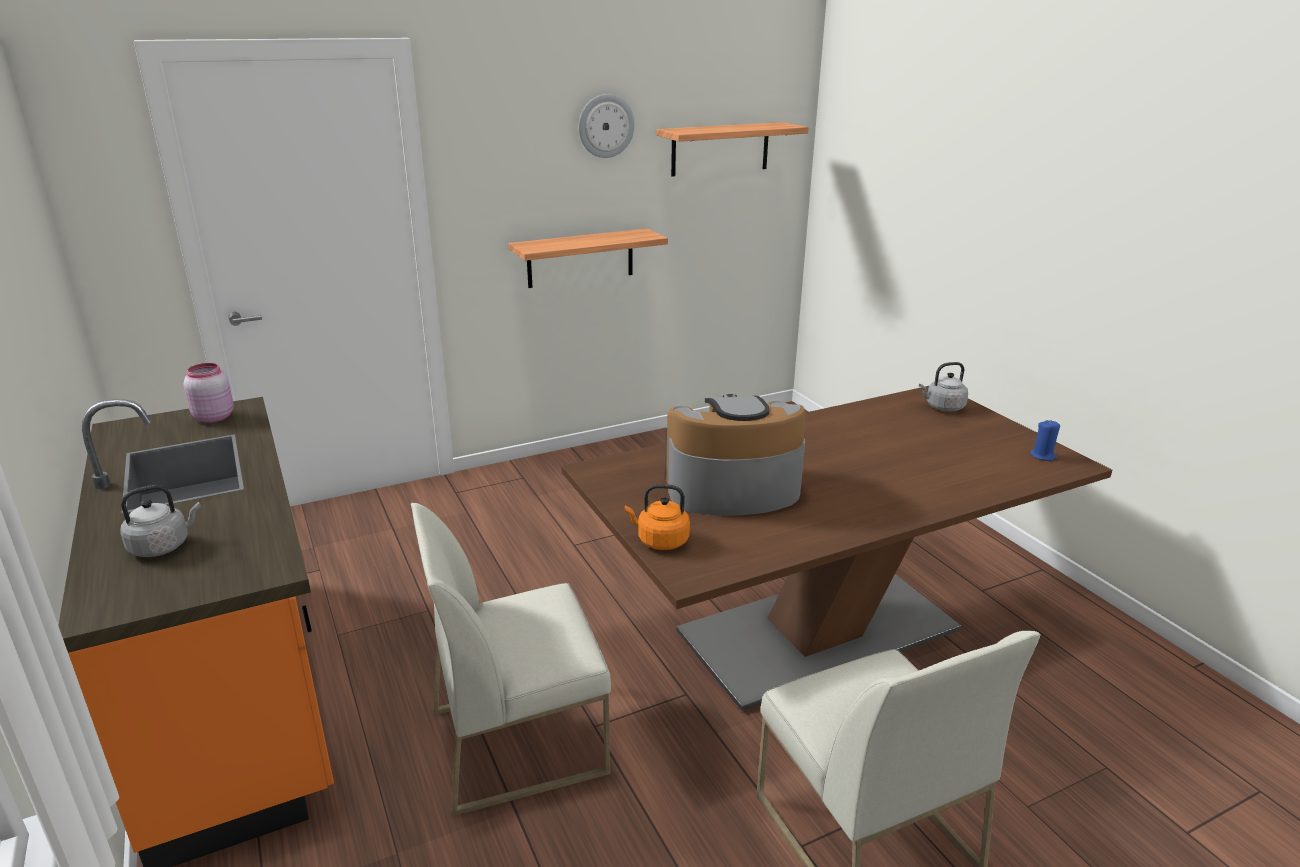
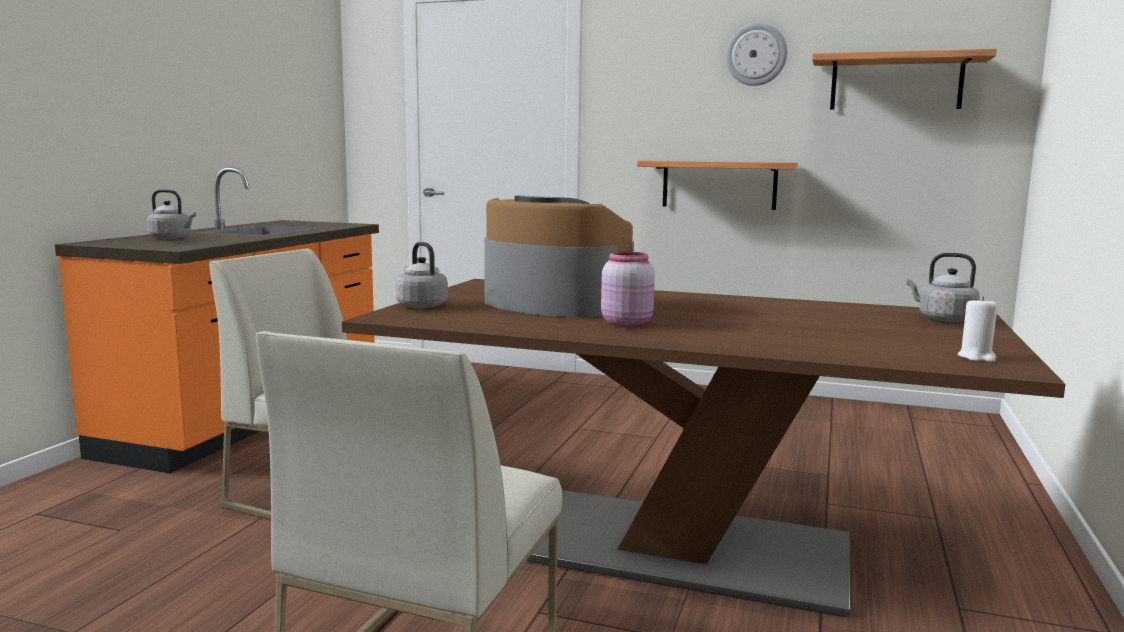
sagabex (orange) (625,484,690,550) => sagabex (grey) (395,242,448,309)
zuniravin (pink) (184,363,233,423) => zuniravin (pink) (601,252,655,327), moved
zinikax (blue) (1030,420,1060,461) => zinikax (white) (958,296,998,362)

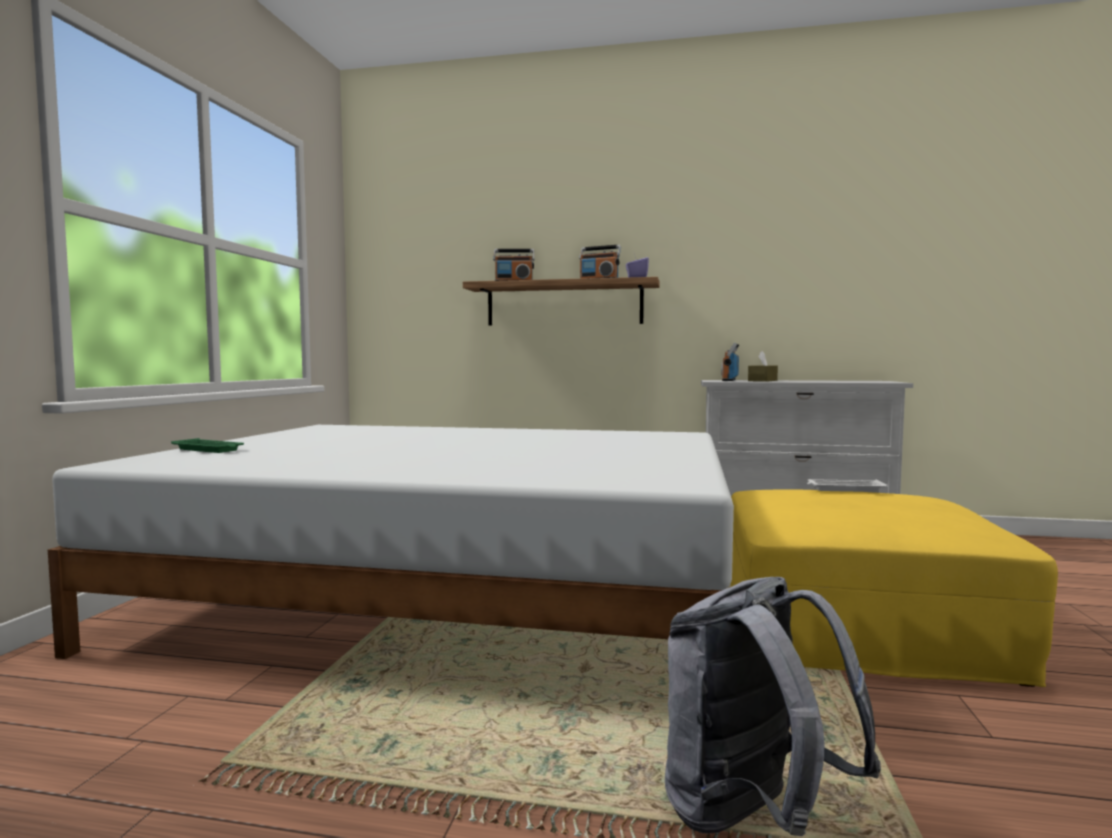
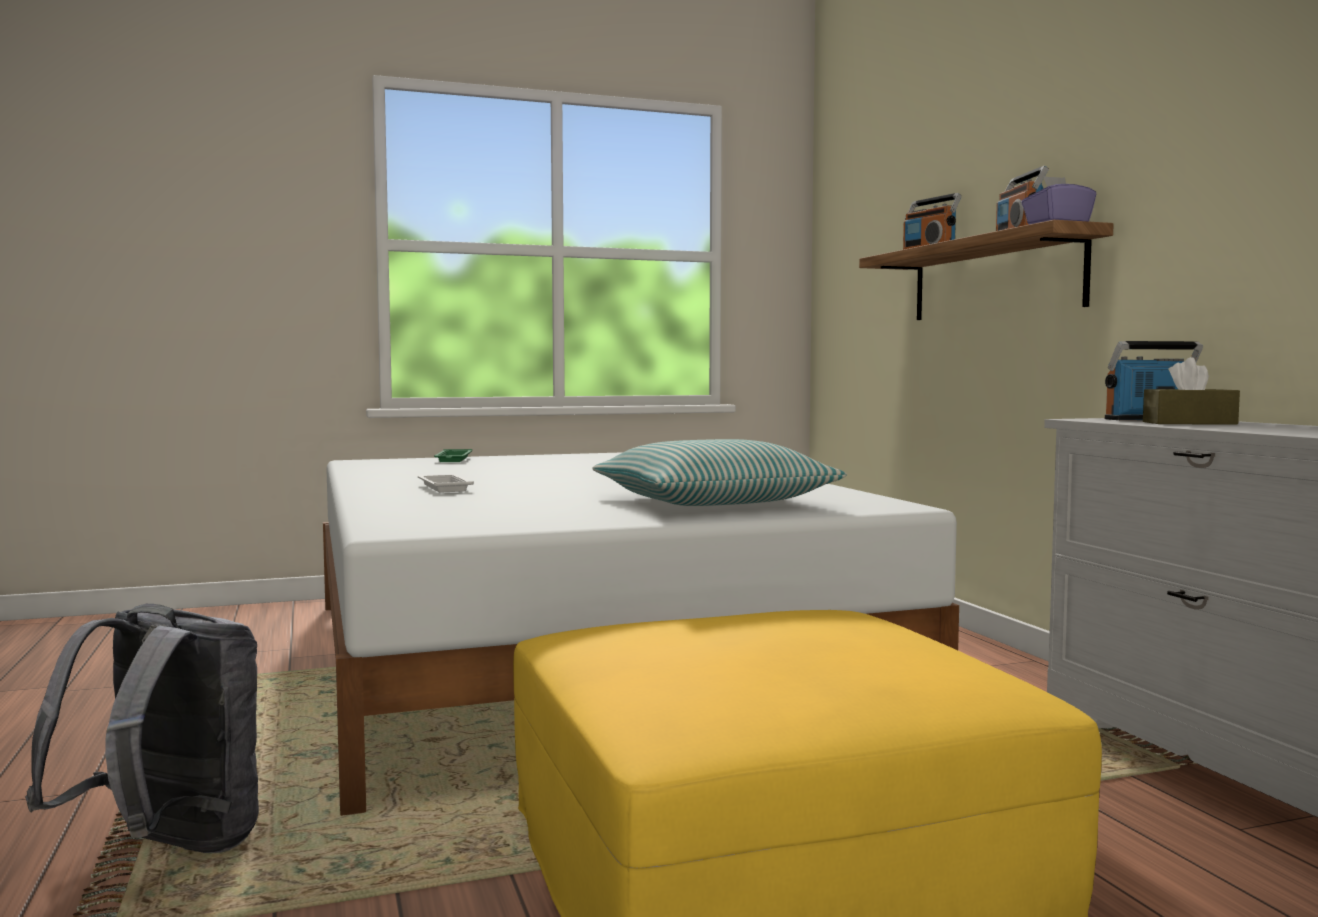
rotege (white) (807,479,888,492) => rotege (white) (418,474,474,492), moved
nothing => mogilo (592,439,847,506)

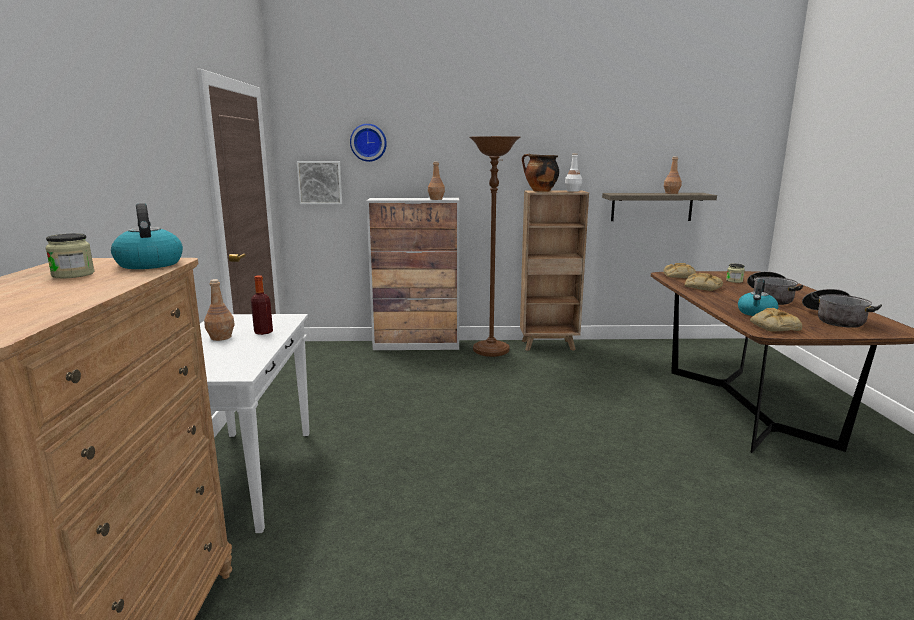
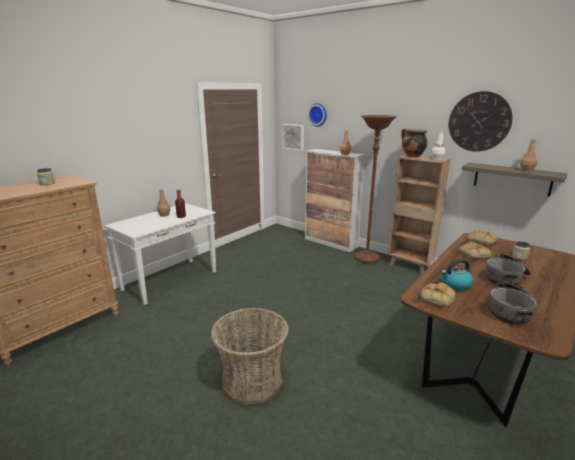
nothing => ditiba (211,308,289,405)
nothing => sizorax (449,91,513,152)
sagabex (111,203,183,269) => nothing

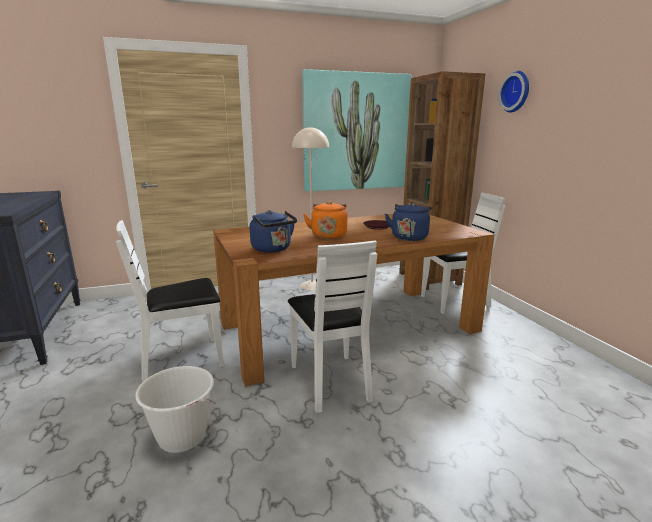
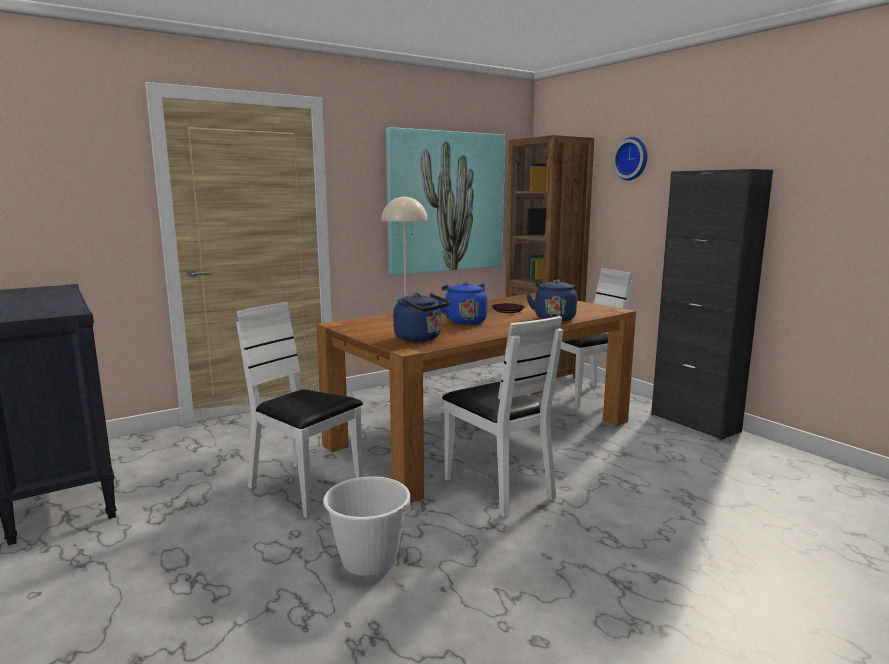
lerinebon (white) (116,220,224,382) => lerinebon (white) (236,302,363,518), 75 degrees clockwise
sagabex (orange) (303,201,347,239) => sagabex (blue) (437,282,487,325)
nothing => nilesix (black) (651,169,773,440)

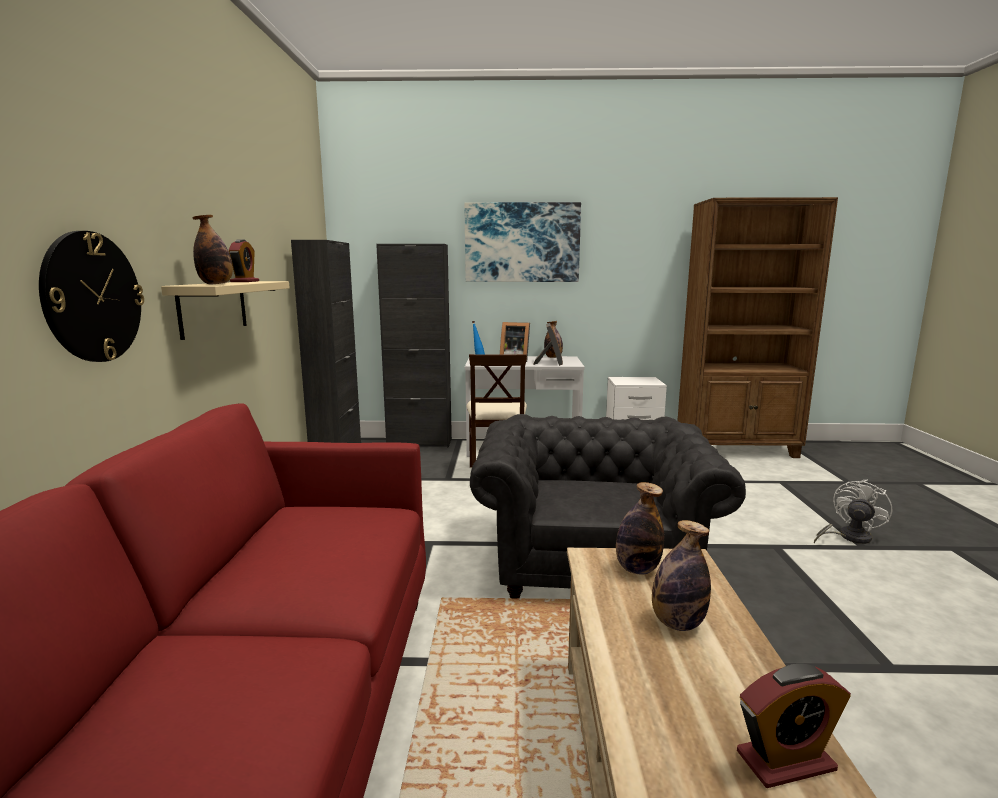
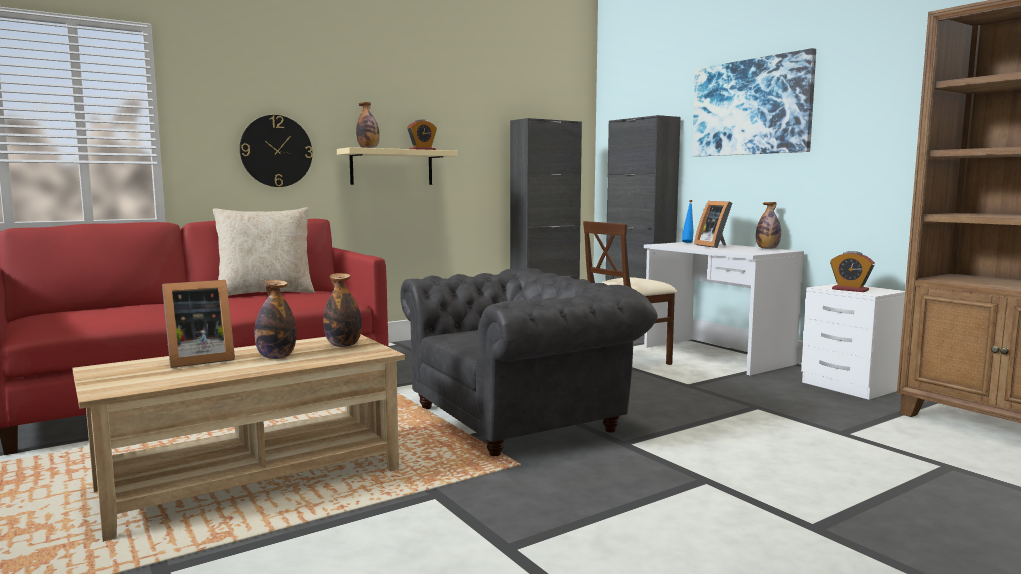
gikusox (533,323,563,366) => gikusox (162,280,235,368), moved
nothing => mogilo (beige) (213,207,315,296)
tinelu (737,664,851,788) => tinelu (830,251,875,292), moved
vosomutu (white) (814,479,892,544) => nothing

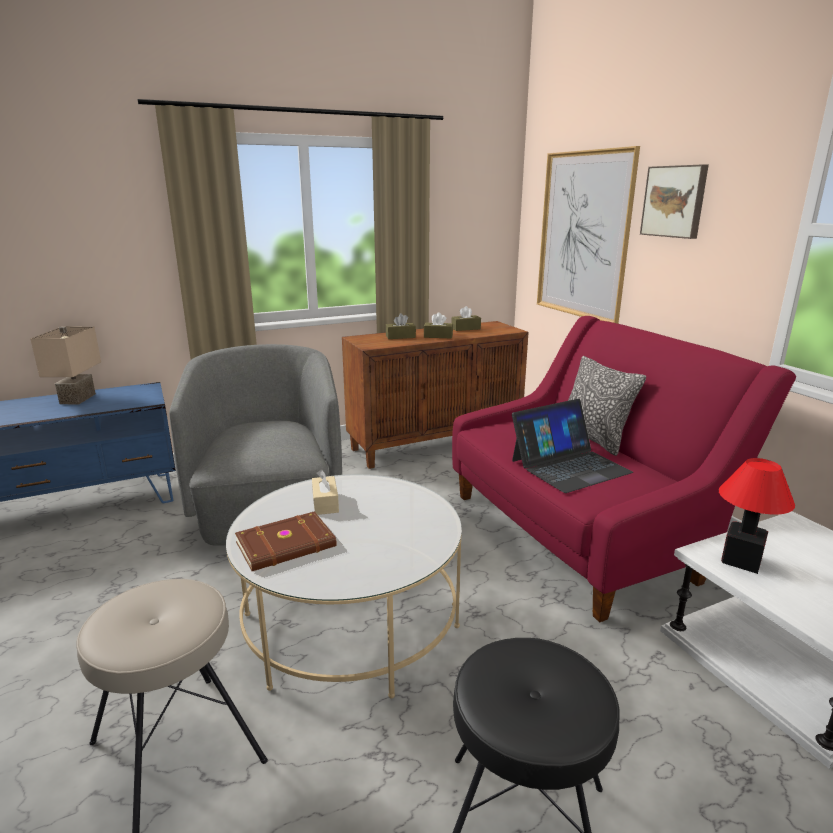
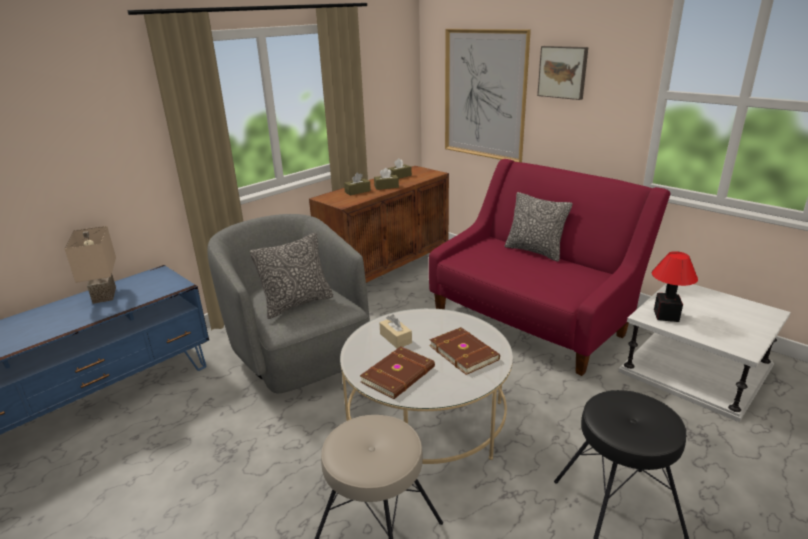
nothing => mogilo (250,233,333,319)
nothing => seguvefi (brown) (430,327,500,375)
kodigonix (512,399,633,493) => nothing

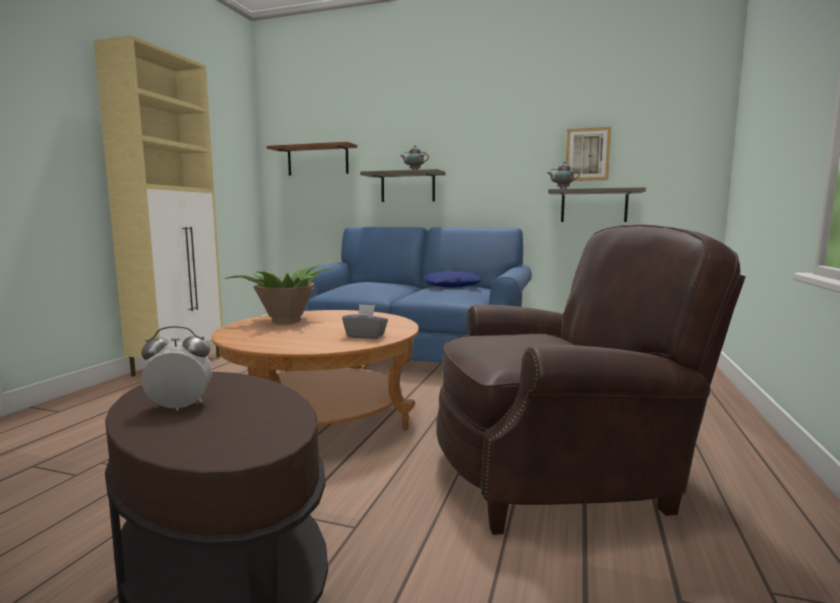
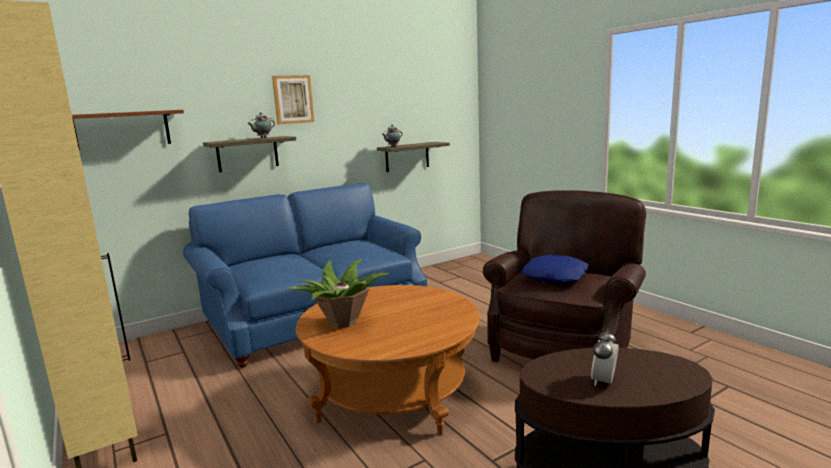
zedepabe (566,127,611,181) => zedepabe (272,75,314,124), moved
mogilo (blue) (424,270,481,288) => mogilo (blue) (521,255,588,283), moved
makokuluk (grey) (342,304,388,339) => nothing

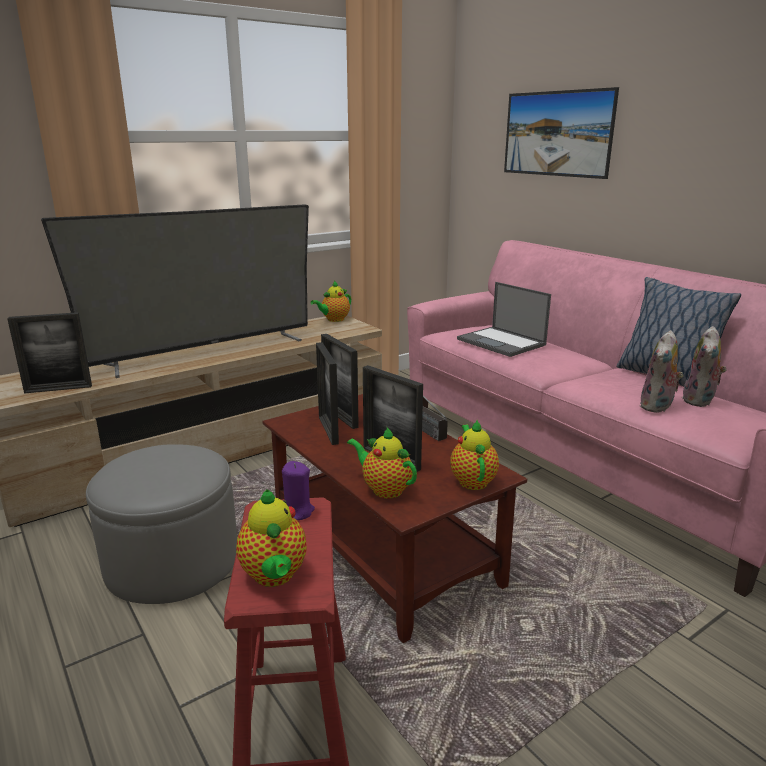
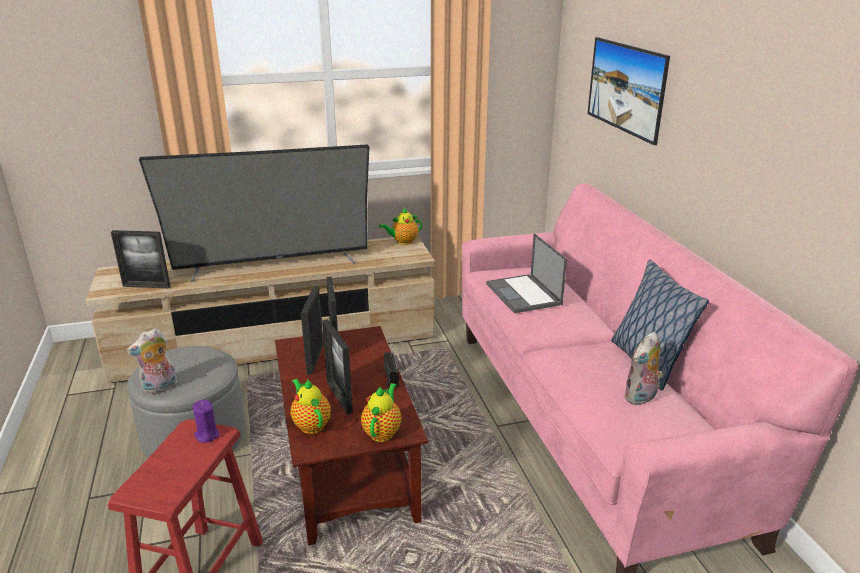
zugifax (640,330,683,413) => zugifax (127,328,177,394), moved
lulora (236,489,307,587) => nothing

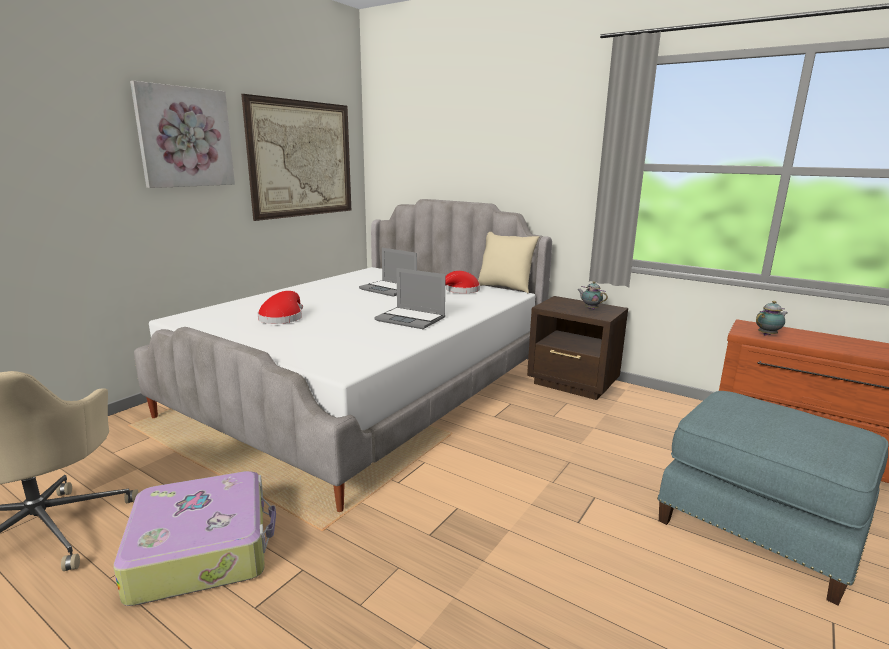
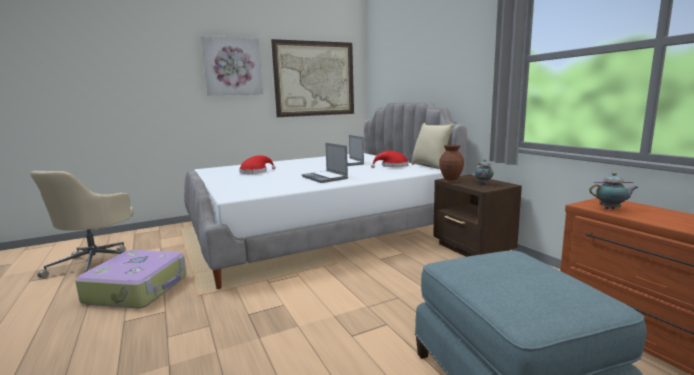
nothing => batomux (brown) (439,145,464,182)

